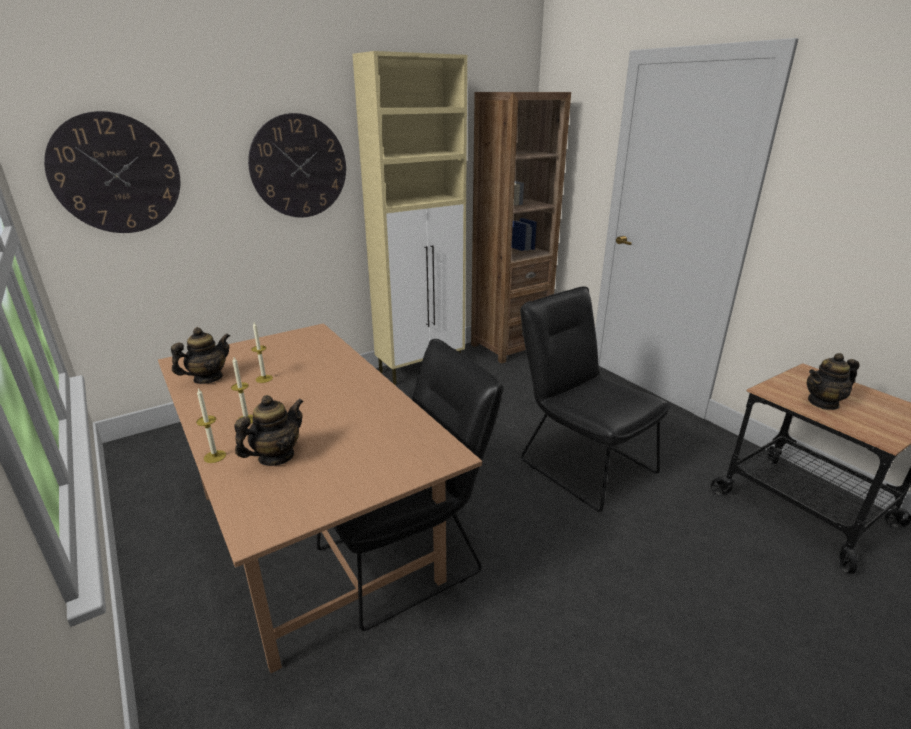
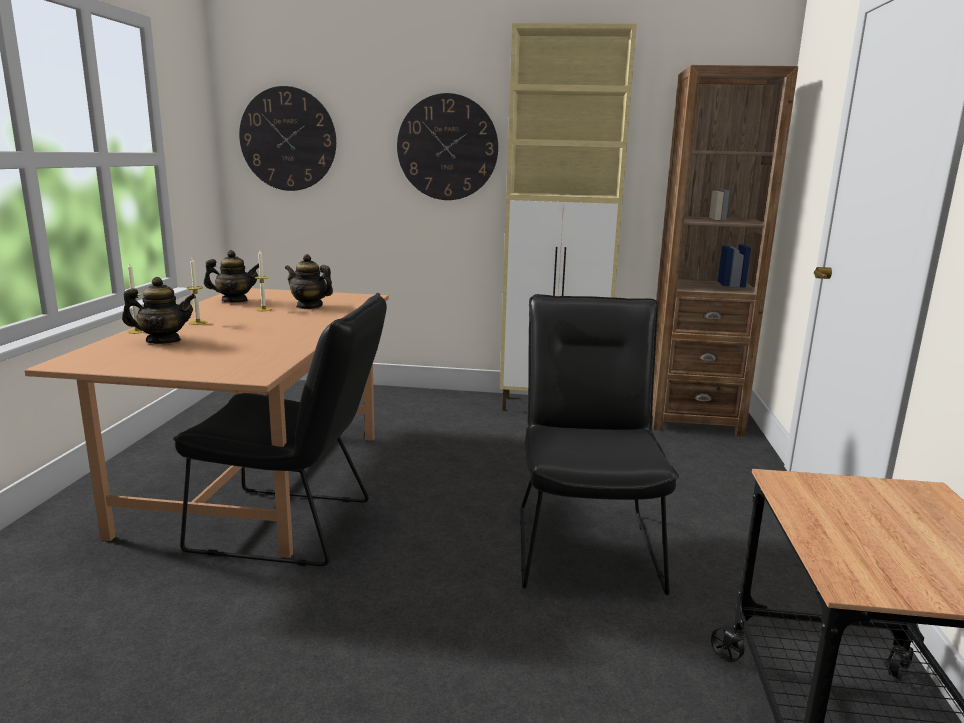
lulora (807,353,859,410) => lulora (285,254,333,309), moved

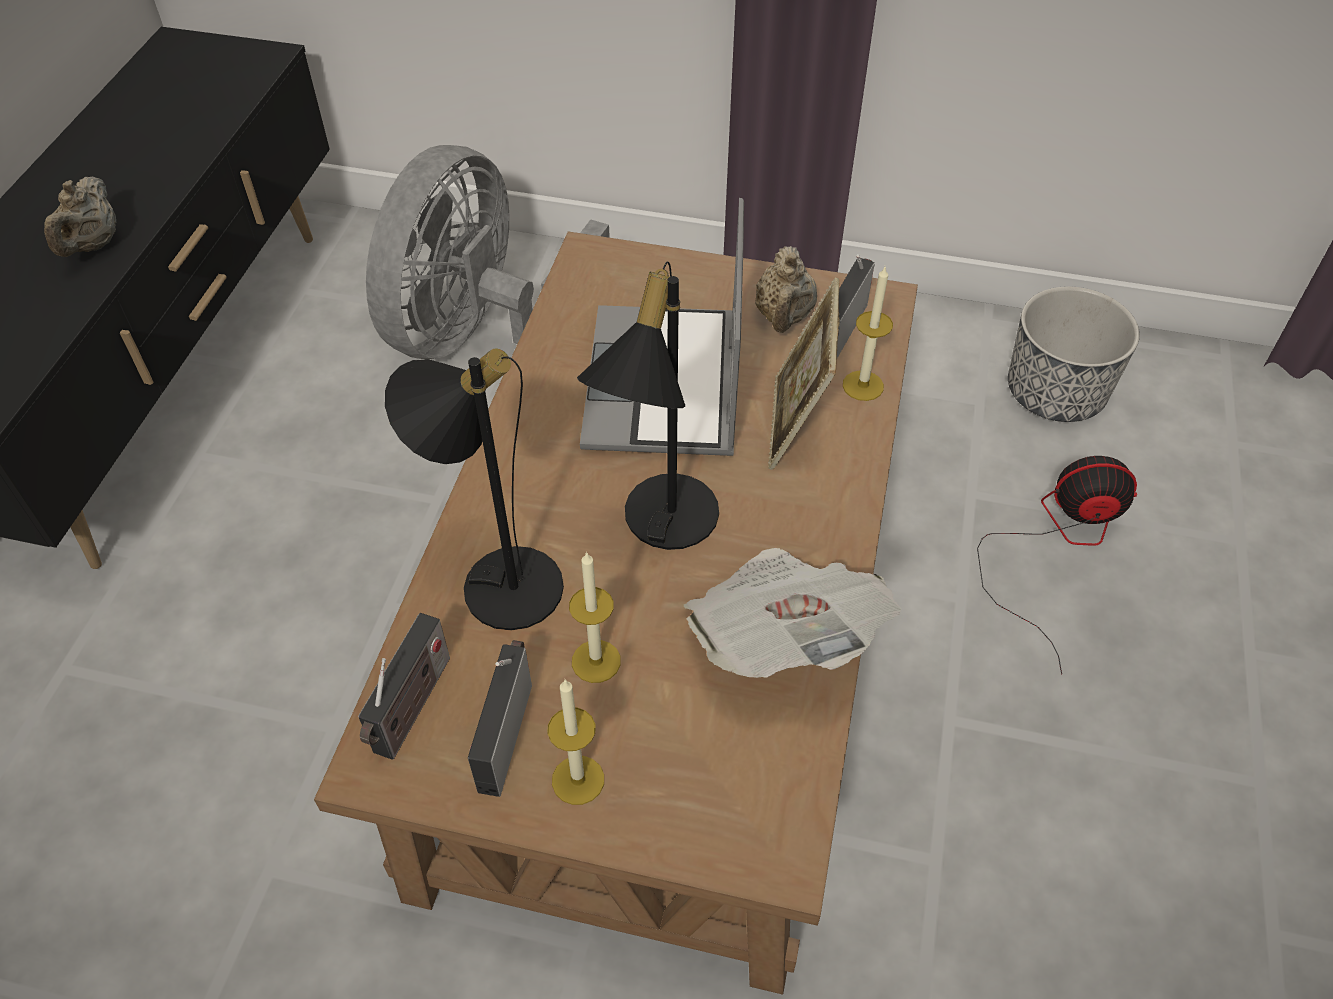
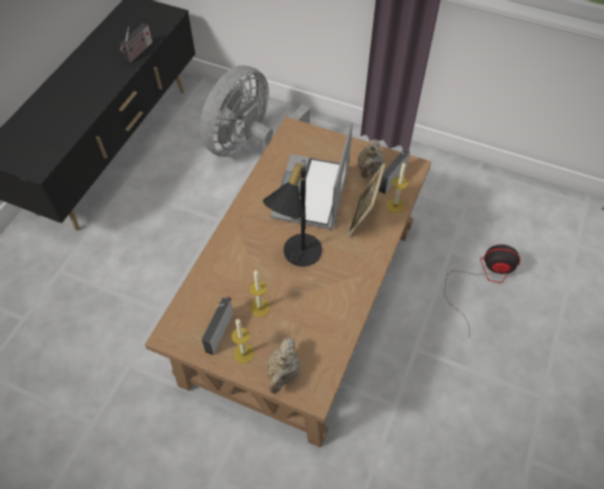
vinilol (358,613,450,760) => vinilol (120,23,153,63), moved
lulora (beige) (44,177,116,257) => lulora (beige) (267,337,300,394), moved
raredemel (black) (385,349,564,631) => nothing
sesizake (684,548,902,678) => nothing
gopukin (1008,286,1140,422) => nothing

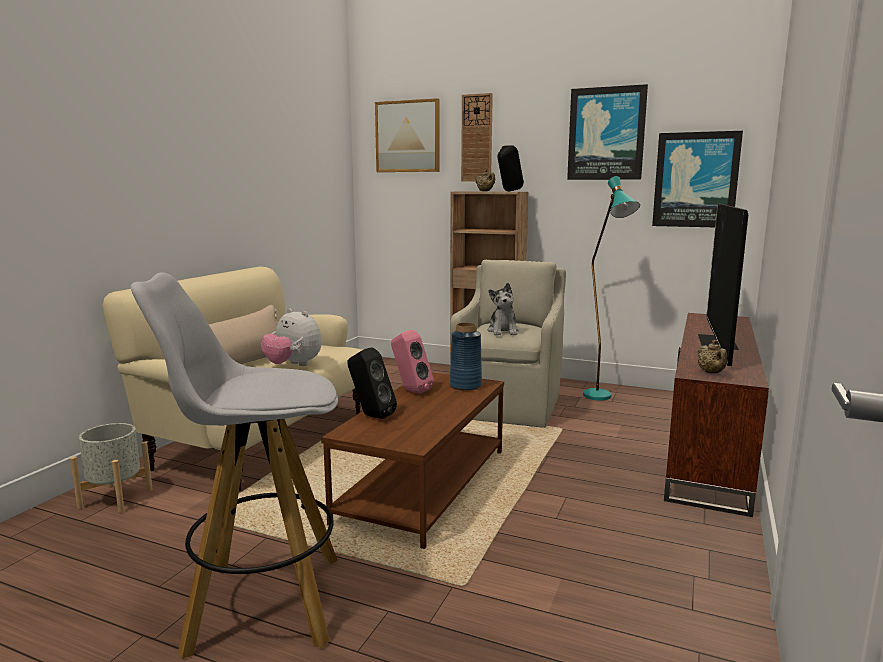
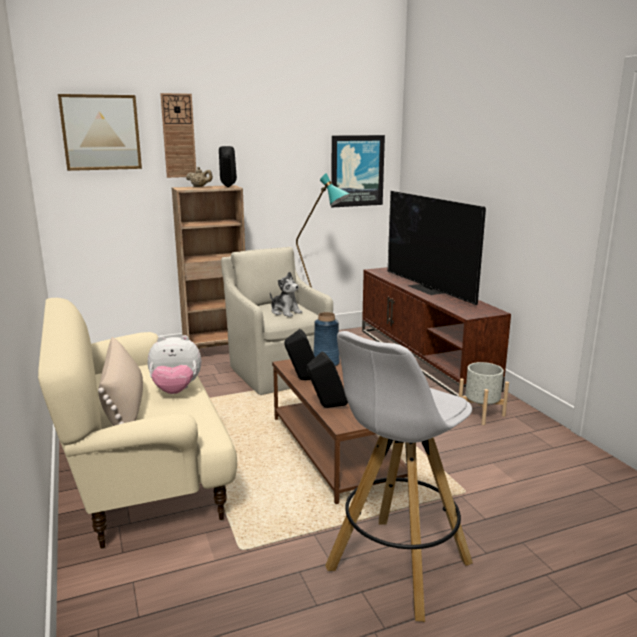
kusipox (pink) (391,330,434,394) => kusipox (black) (284,329,315,380)
gopukin (grey) (70,423,153,513) => gopukin (grey) (459,362,509,425), moved
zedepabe (567,84,648,180) => nothing
lulora (beige) (698,340,727,373) => nothing

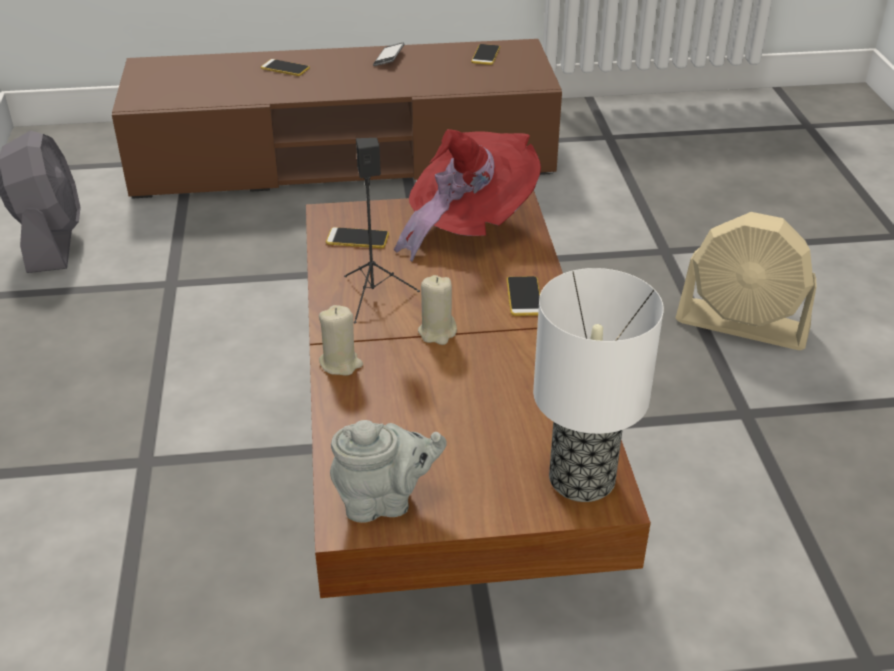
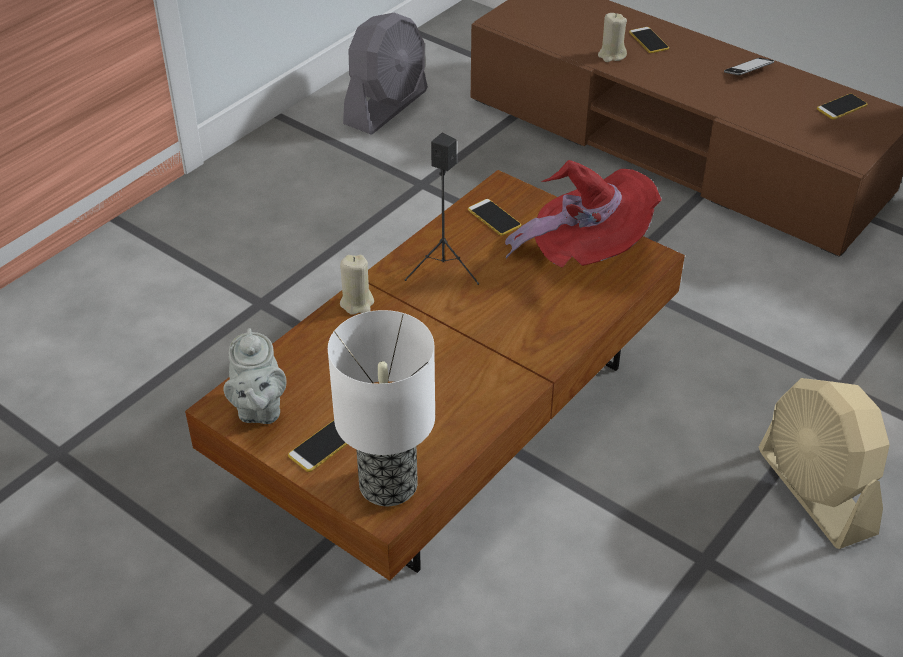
lulora (grey) (330,420,447,523) => lulora (grey) (223,328,286,424), 45 degrees clockwise
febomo (507,276,540,316) => febomo (288,420,347,472), moved
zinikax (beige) (418,275,457,345) => zinikax (beige) (598,13,627,62), moved

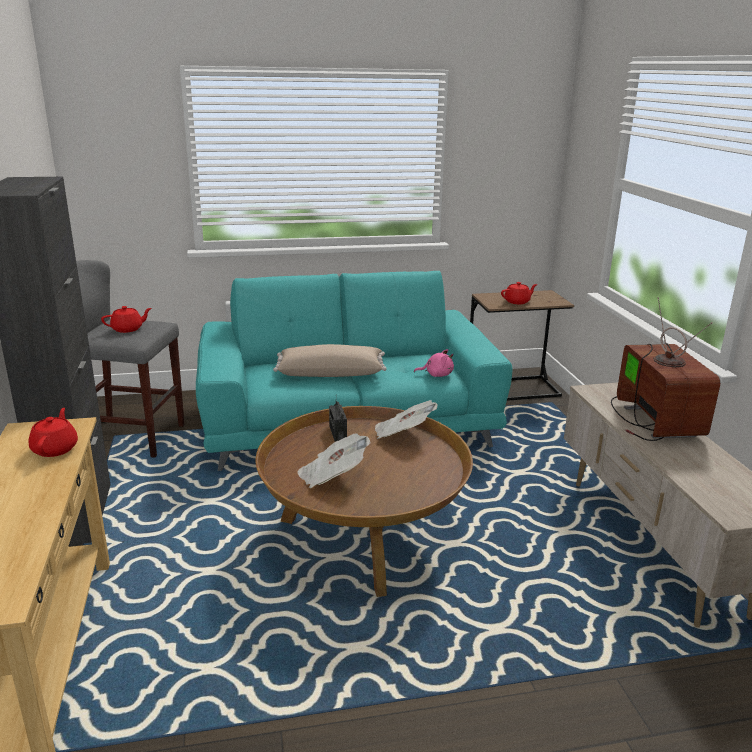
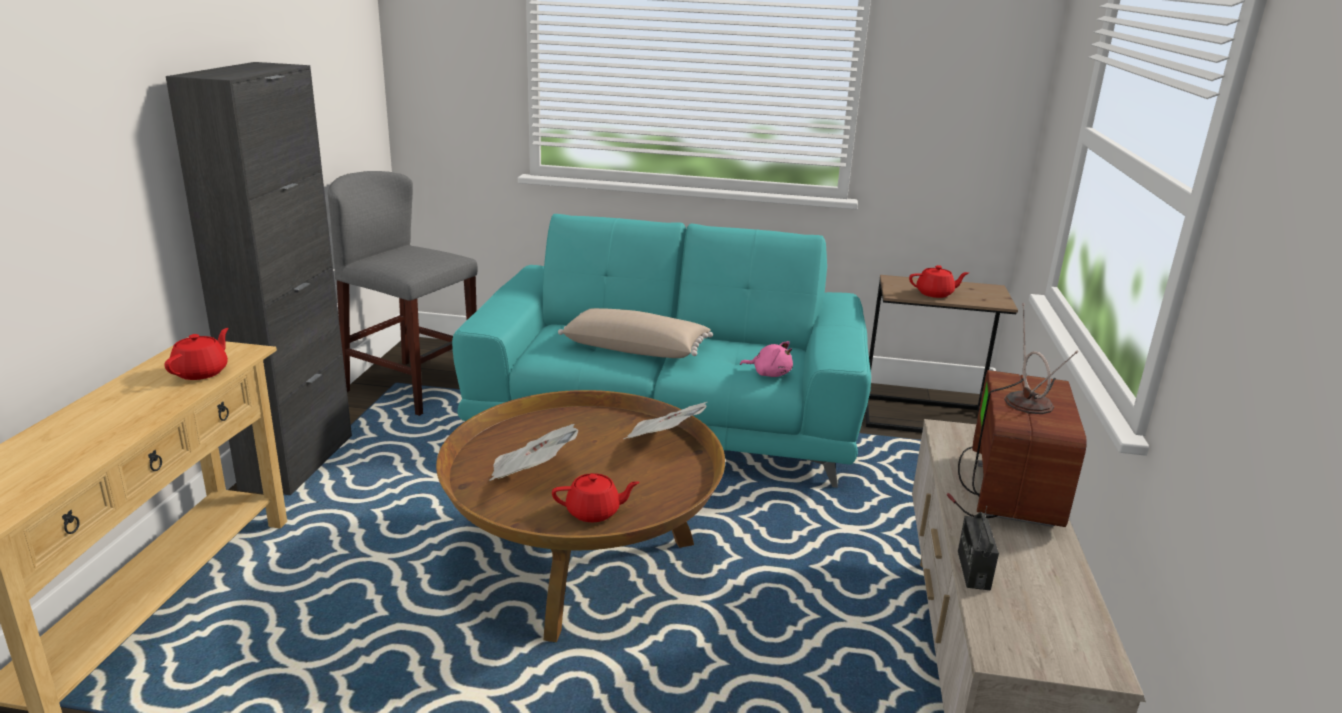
lulora (red) (101,306,152,333) => lulora (red) (552,473,640,522), moved
vinilol (329,402,347,441) => vinilol (958,506,999,591), moved

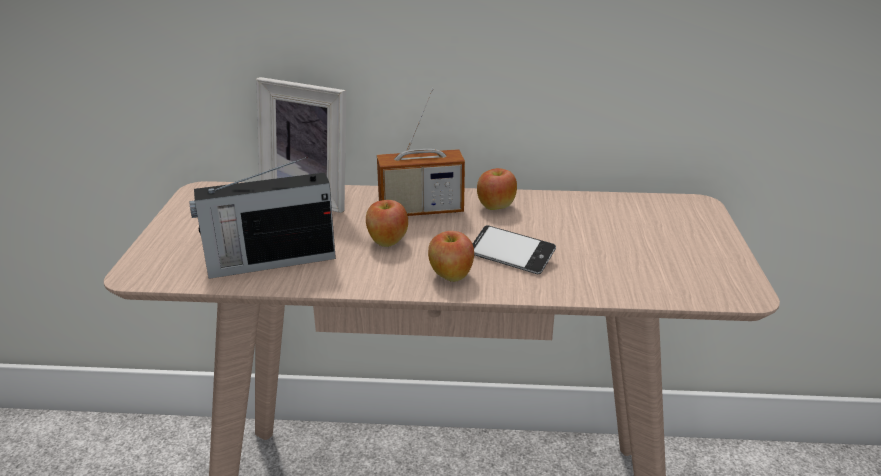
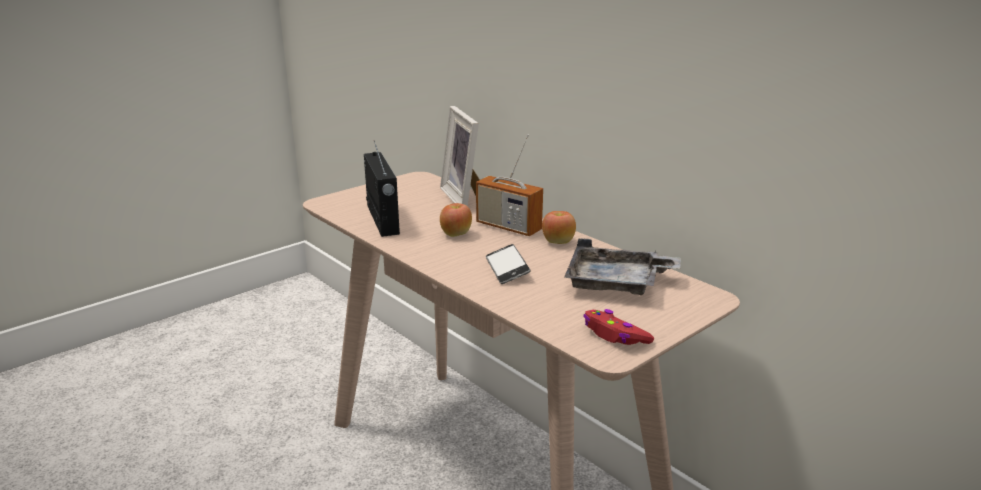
vinilol (189,157,336,279) => vinilol (364,141,400,237), 135 degrees counterclockwise
nothing => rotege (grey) (564,238,681,295)
nothing => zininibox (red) (583,309,654,345)
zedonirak (428,231,474,282) => nothing

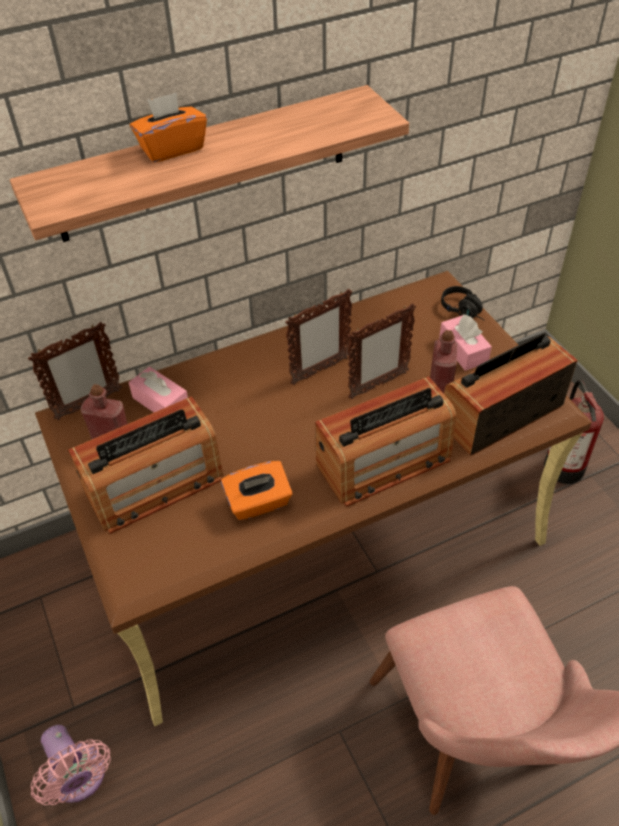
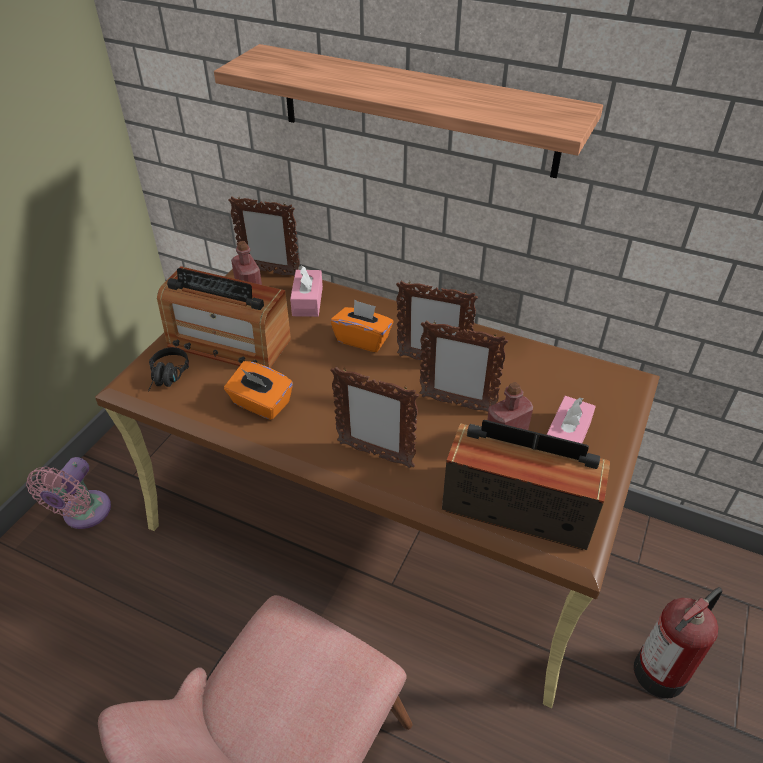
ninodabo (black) (441,286,484,320) => ninodabo (black) (148,347,189,392), moved
vinilol (315,376,456,507) => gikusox (330,367,419,468)
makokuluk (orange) (130,93,207,163) => makokuluk (orange) (331,299,393,352), moved

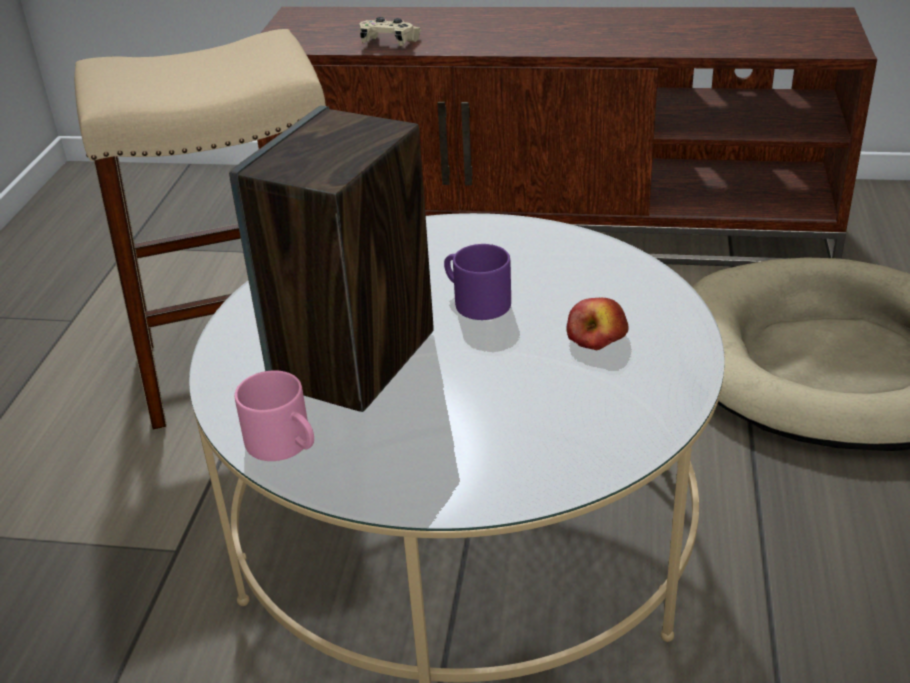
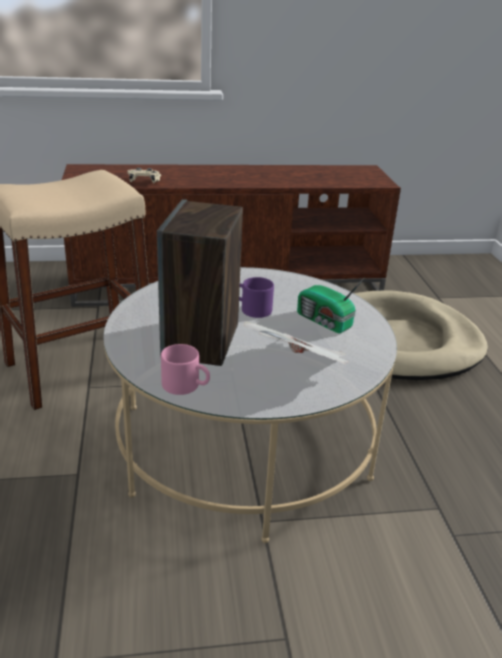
nothing => sesizake (243,322,348,364)
zedonirak (566,298,628,350) => vinilol (297,277,365,333)

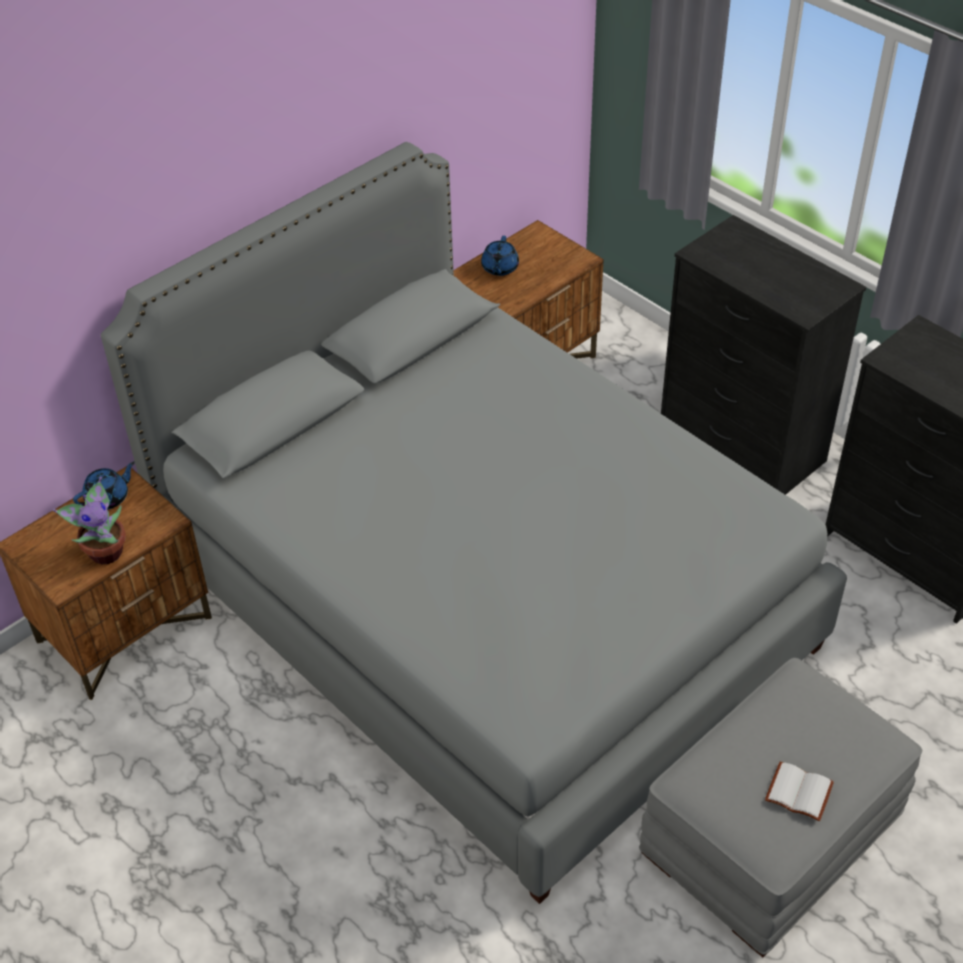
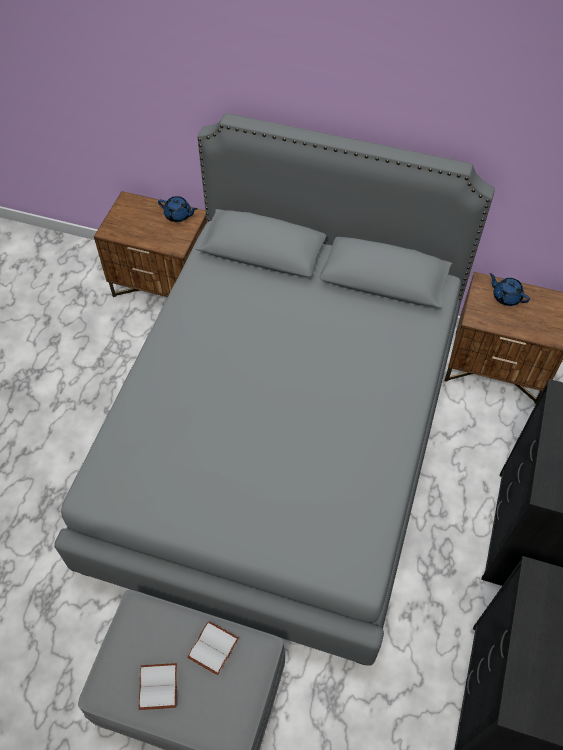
nothing => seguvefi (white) (187,621,239,675)
lulora (blue) (481,236,519,276) => lulora (blue) (489,273,530,306), 60 degrees clockwise
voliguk (53,477,126,564) => nothing

